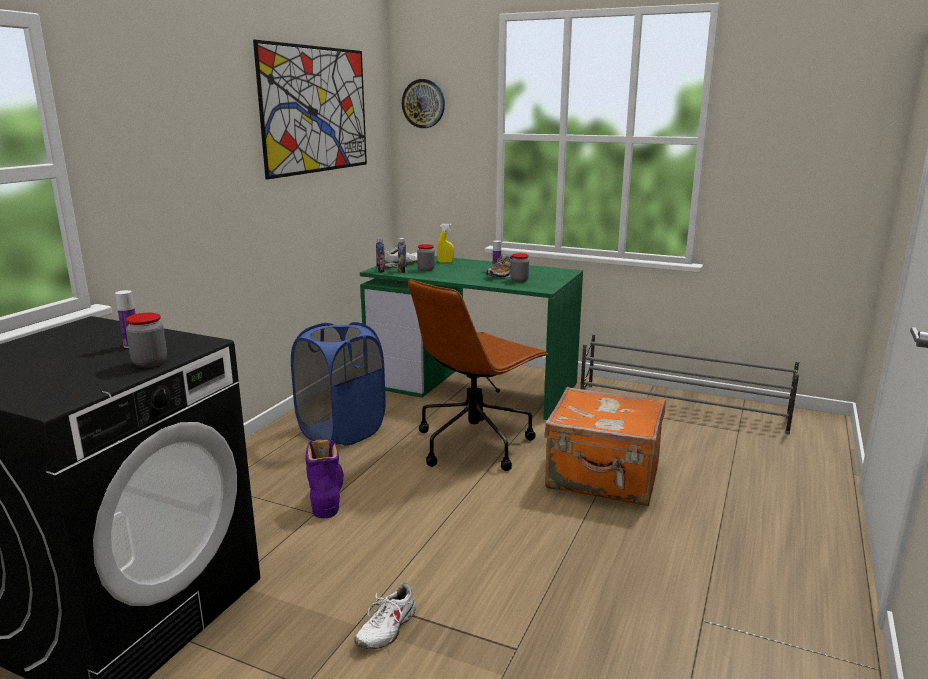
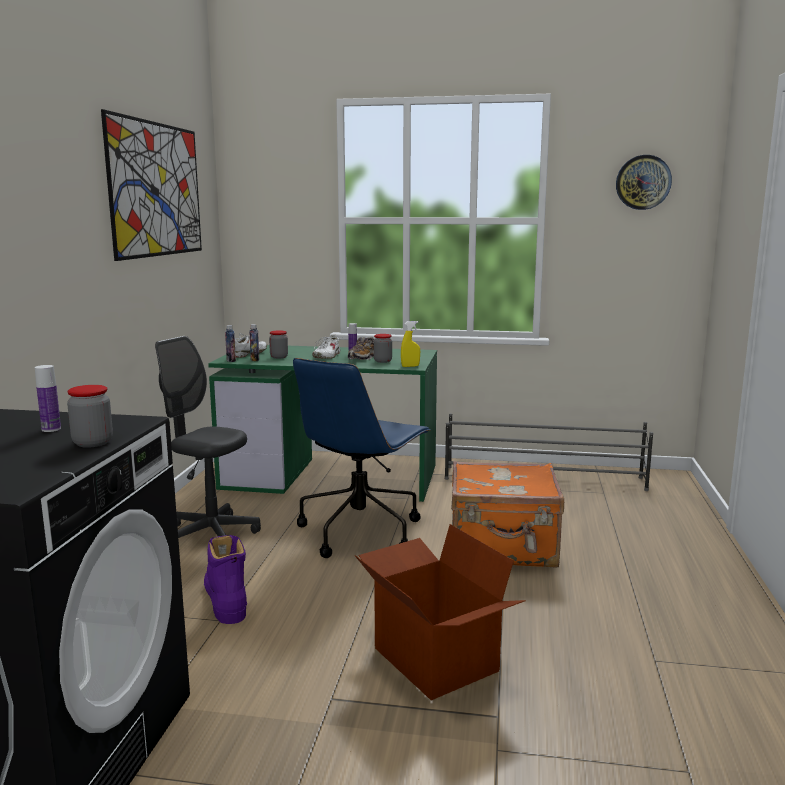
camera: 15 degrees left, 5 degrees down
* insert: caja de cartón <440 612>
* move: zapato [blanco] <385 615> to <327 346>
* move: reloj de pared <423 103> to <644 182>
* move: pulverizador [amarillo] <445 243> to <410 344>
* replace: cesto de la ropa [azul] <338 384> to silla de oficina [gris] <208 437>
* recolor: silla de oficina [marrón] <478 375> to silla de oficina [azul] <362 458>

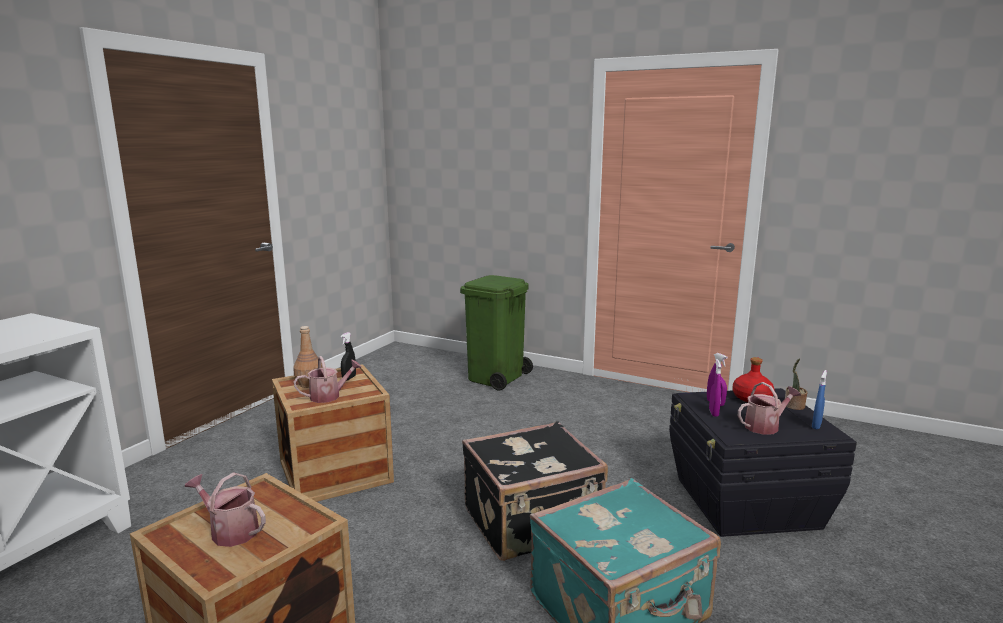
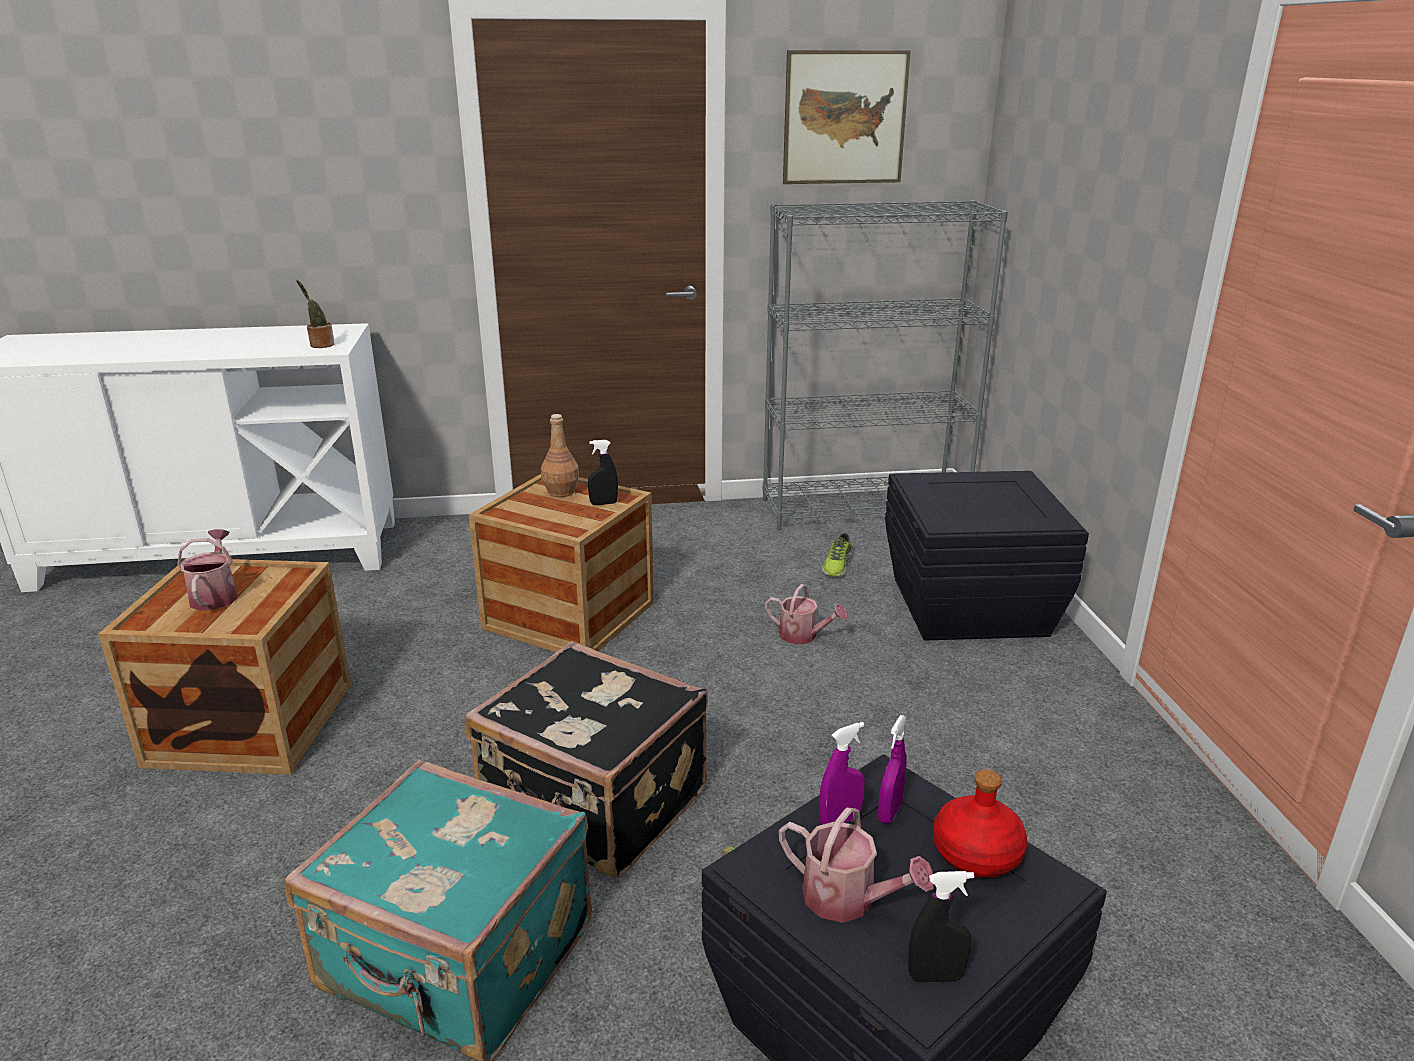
camera: 55 degrees right, 10 degrees up
* insert: estantería [gris] <885 365>
* insert: cuadro <847 117>
* insert: zapato <836 555>
* move: regadera <328 379> to <806 614>
* move: planta en maceta <796 384> to <315 314>
* replace: papelera [verde] <496 333> to caja de almacenaje [negro] <987 556>
* recolor: pulverizador [azul] <819 399> to pulverizador [negro] <941 926>

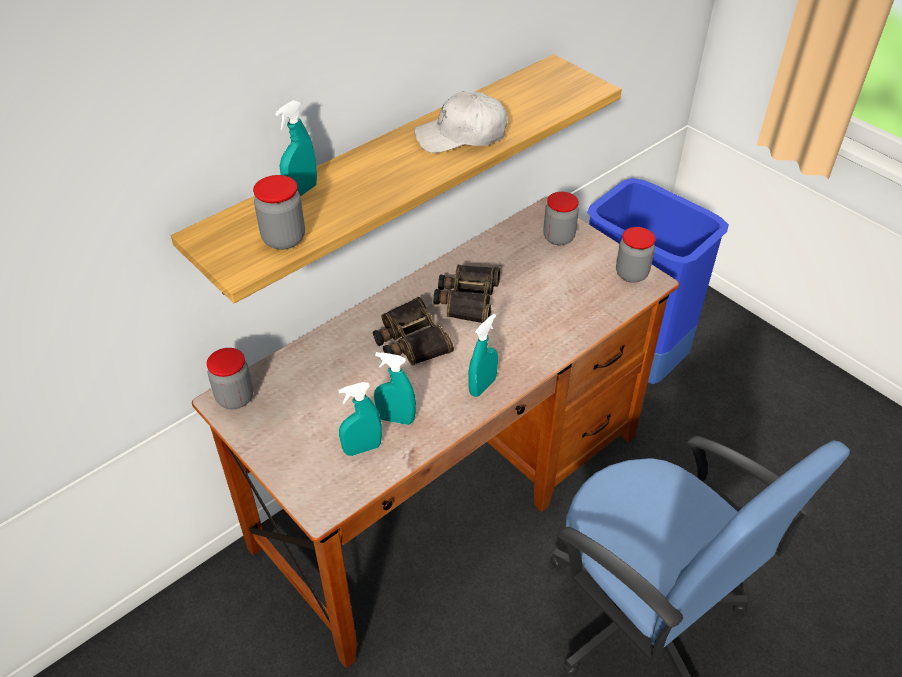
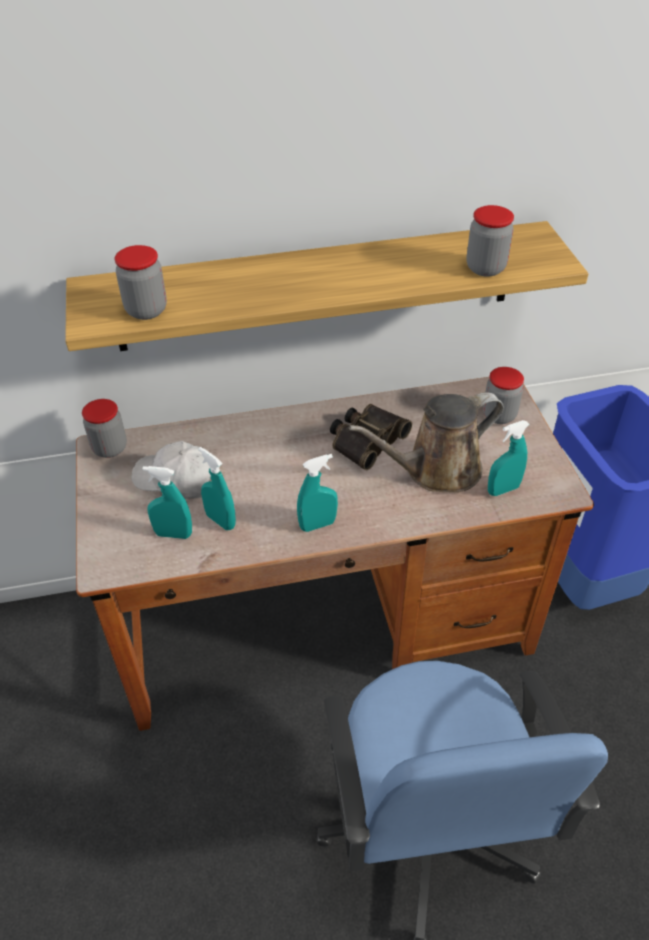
camera: 30 degrees right, 0 degrees up
* delete: prismáticos <413 331>
* insert: regadera [marrón] <426 442>
* move: pulverizador [turquesa] <296 148> to <509 458>
* move: gorra [blanco] <460 122> to <171 470>
* move: tarro <635 255> to <490 241>

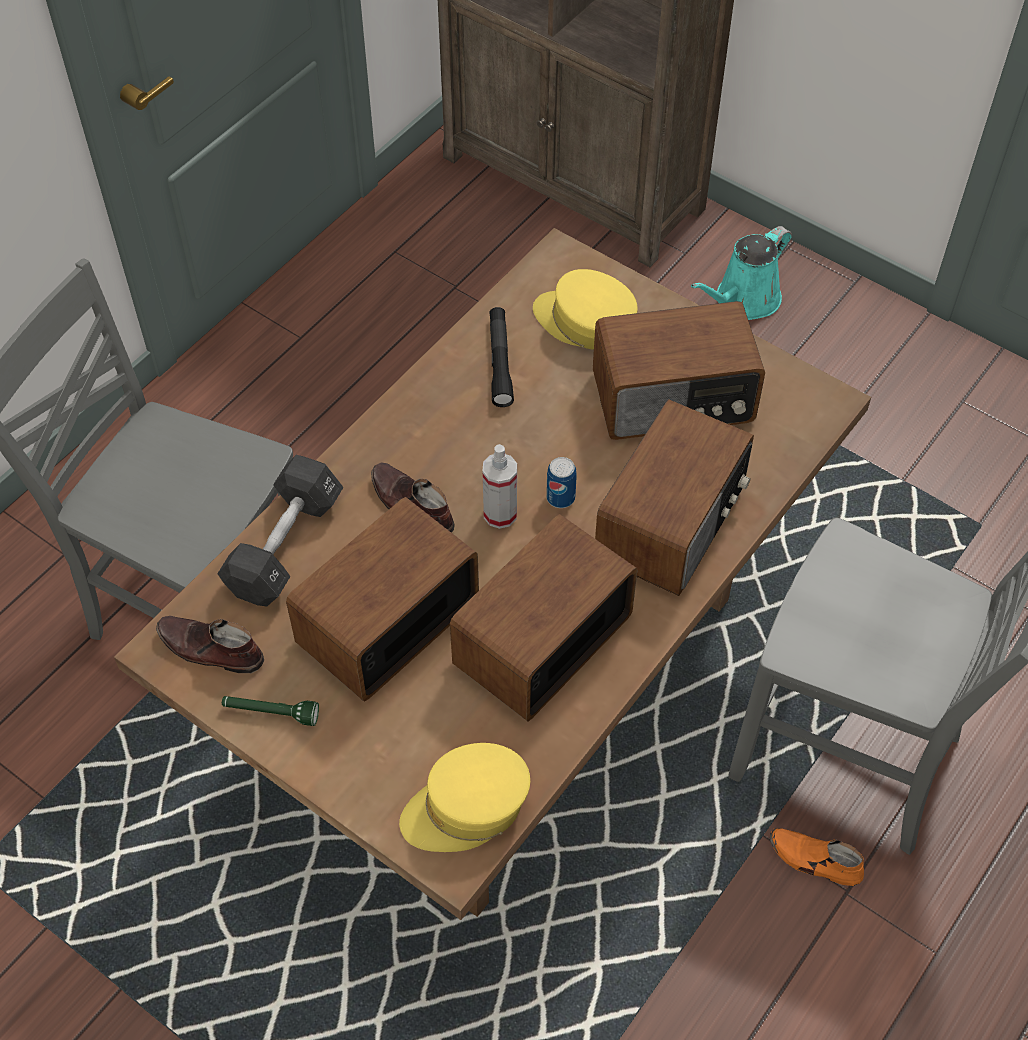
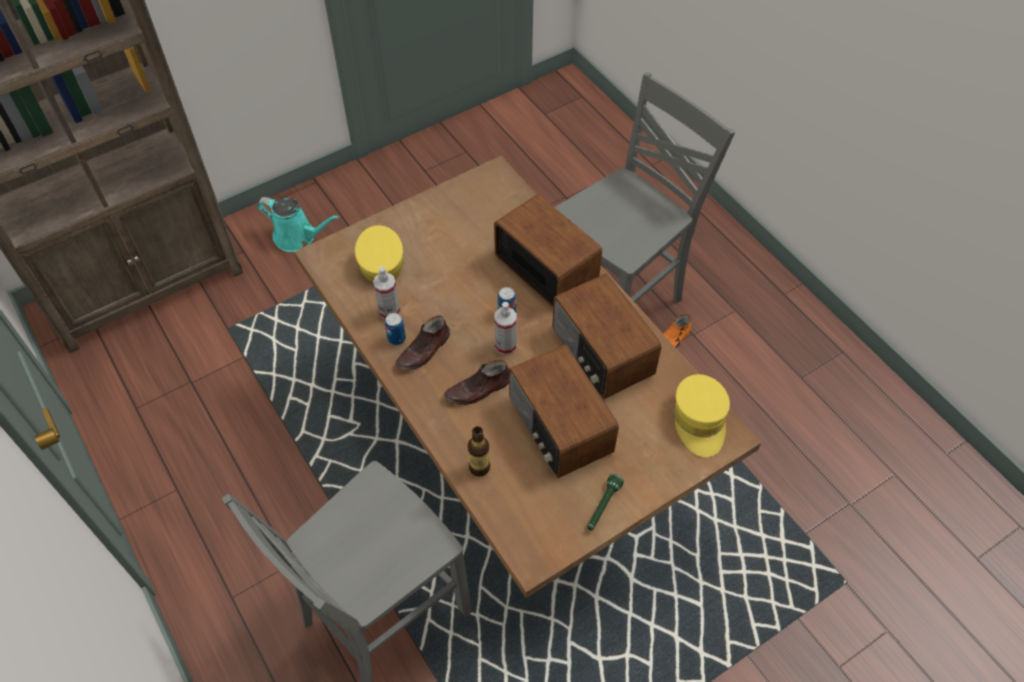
camera: 70 degrees left, 0 degrees up
* delete: radio <679 370>
* insert: lata <395 329>
* move: zapato [marrón] <210 644> to <422 342>
* replace: mancuerna [negro] <280 531> to botella <479 451>
* replace: linterna [negro] <501 357> to pulverizador <386 293>
* rotate: gorra [amarillo] <585 309> = <379 253> 120 degrees clockwise
* rotate: regadera [turquesa] <741 273> = <298 224> 45 degrees counterclockwise

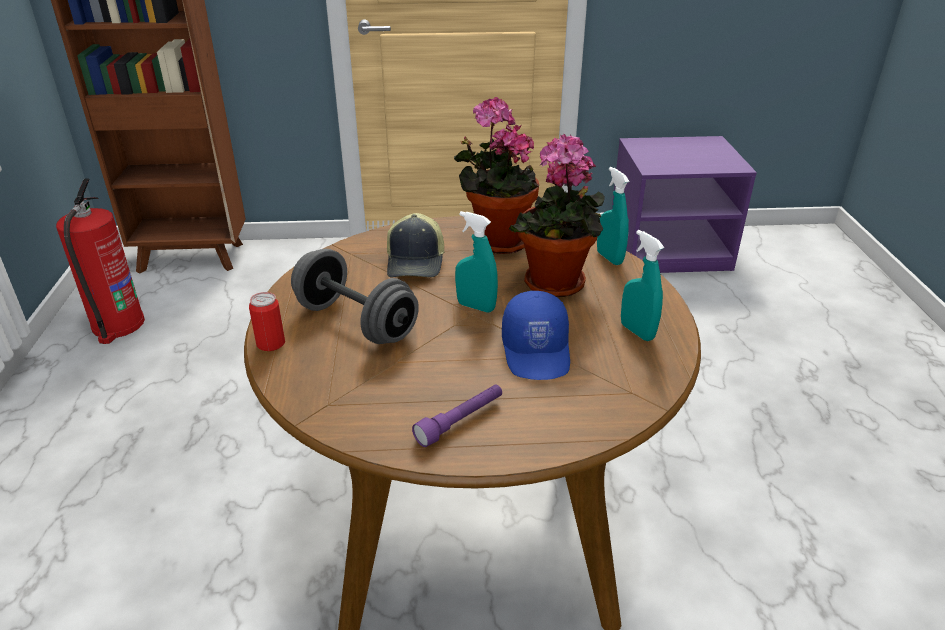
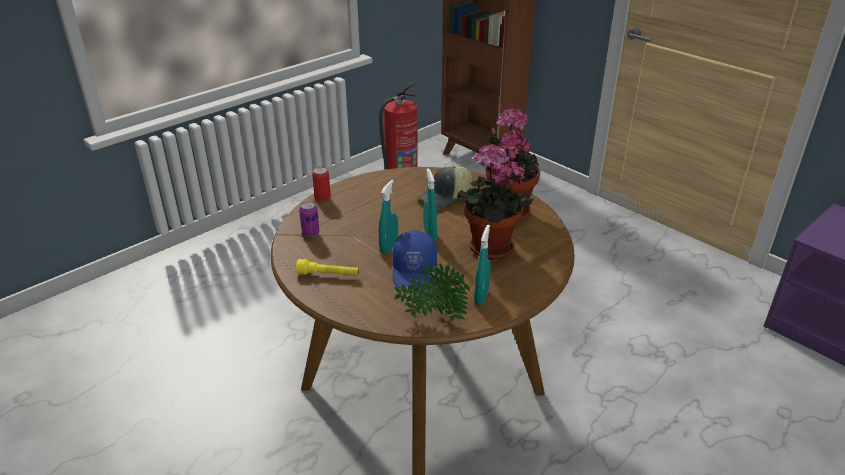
camera: 50 degrees right, 0 degrees up
* delete: mancuerna [gris] <355 296>
* insert: lata <309 219>
* insert: planta en maceta <432 292>
* move: pulverizador [turquesa] <613 216> to <388 217>
* recolor: linterna [morado] <457 415> to linterna [amarillo] <327 267>
* rotate: gorra [azul] <536 335> = <414 260> 45 degrees counterclockwise

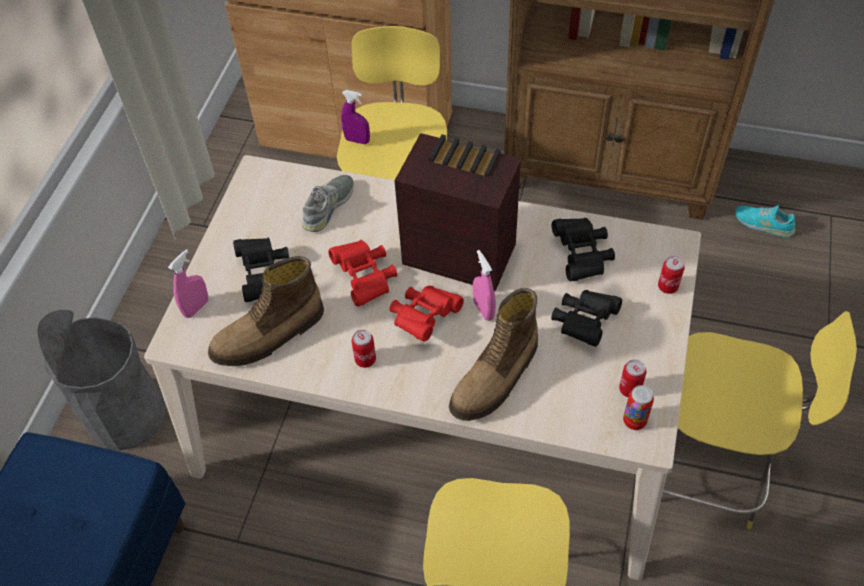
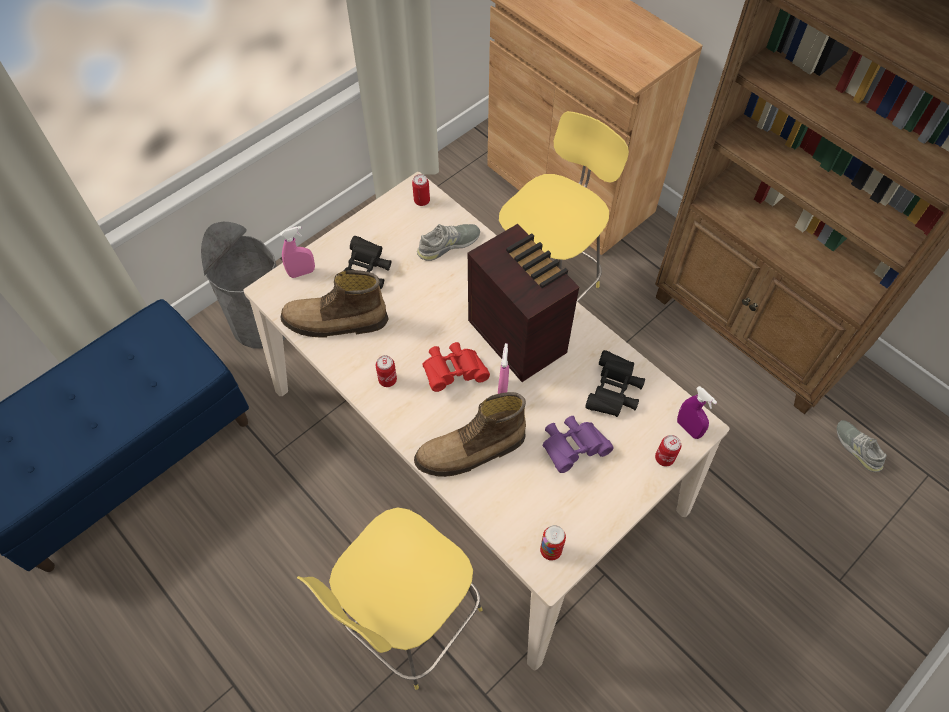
camera: 30 degrees right, 5 degrees up
* delete: prismáticos [rojo] <362 273>
* delete: taburete [amarillo] <760 420>
* move: pulverizador [morado] <355 117> to <697 412>
* move: lata <632 378> to <421 190>
* recolor: prismáticos [negro] <586 318> to prismáticos [morado] <578 444>
* recolor: zapato [turquesa] <765 221> to zapato [gris] <862 446>

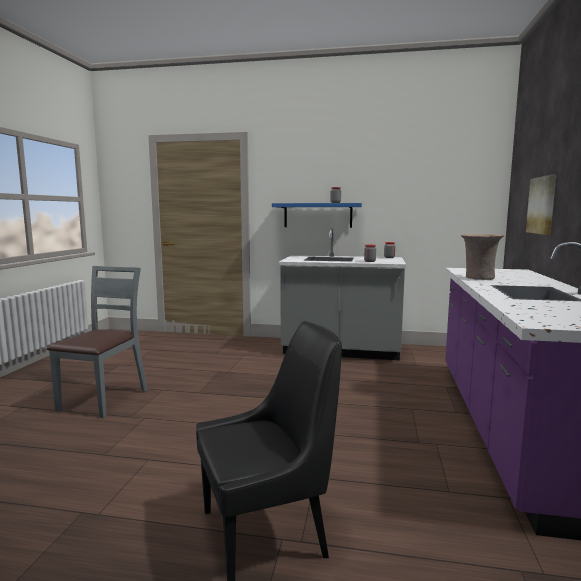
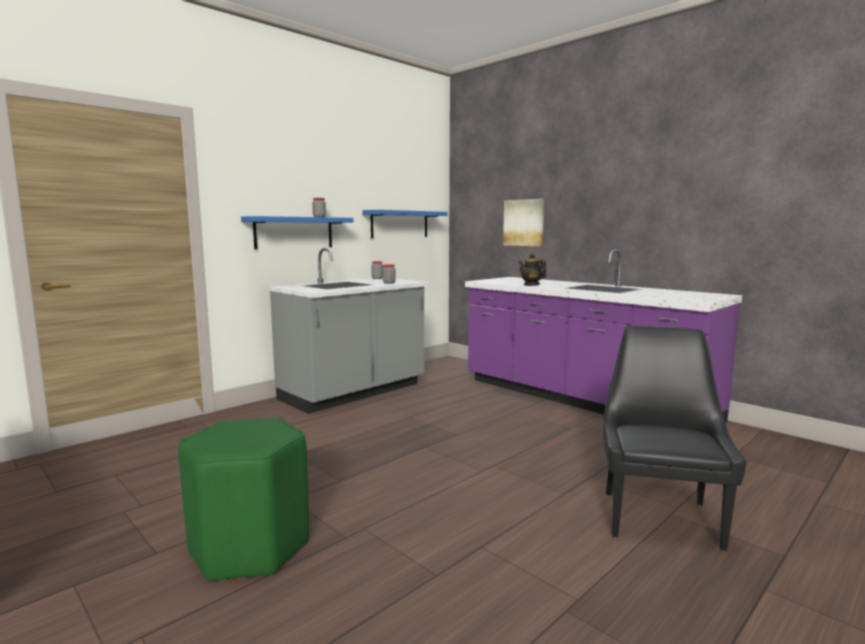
camera: 55 degrees left, 0 degrees up
* insert: estante [azul] <404 224>
* replace: silla [gris] <97 342> to taburete [verde] <243 499>
* replace: florero [beis] <482 257> to tetera <533 269>

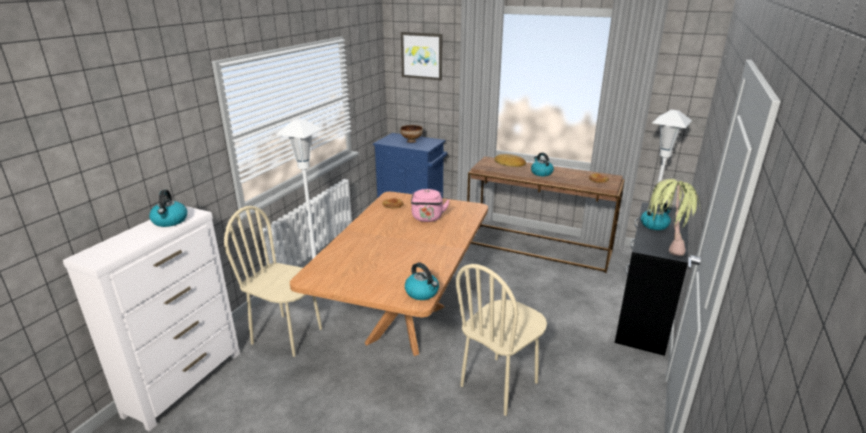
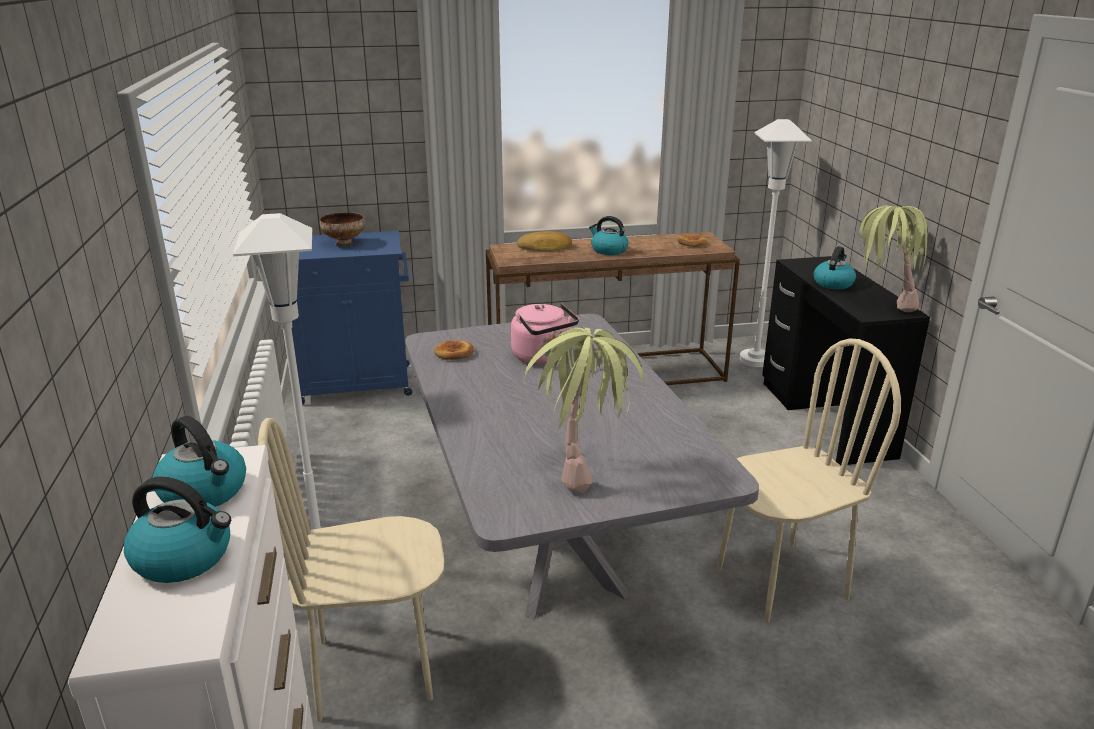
camera: 35 degrees left, 0 degrees up
* delete: cuadro <421 56>
* insert: planta en maceta <584 410>
* move: hervidor <422 281> to <177 529>
* recolor: mesa de comedor [marrón] <389 274> to mesa de comedor [gris] <582 467>
* rotate: silla [beis] <501 340> = <809 481> 120 degrees counterclockwise

